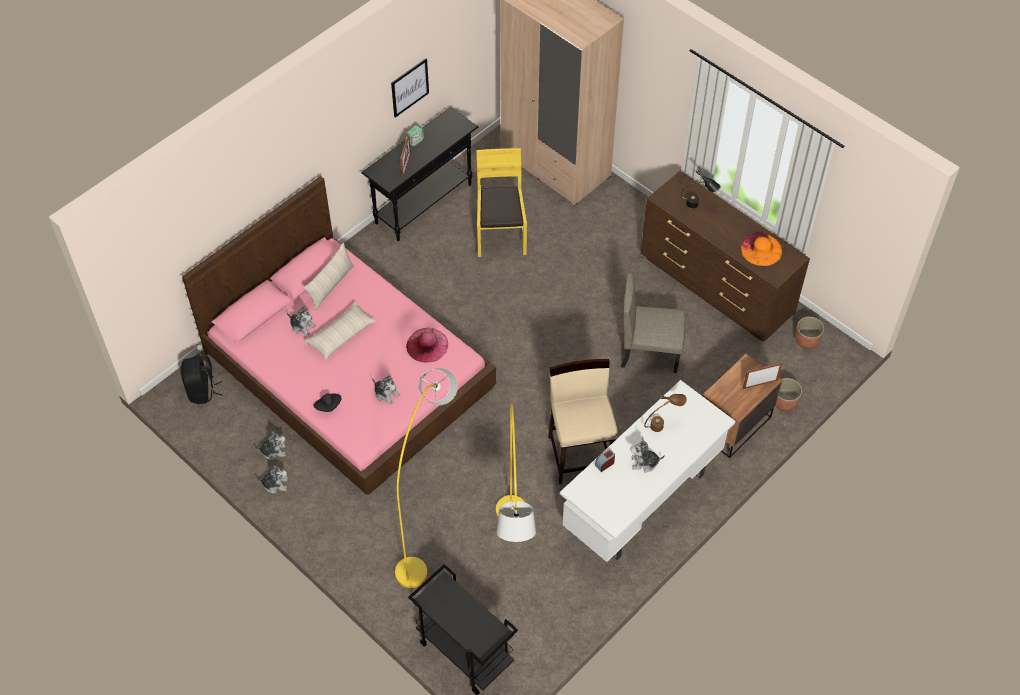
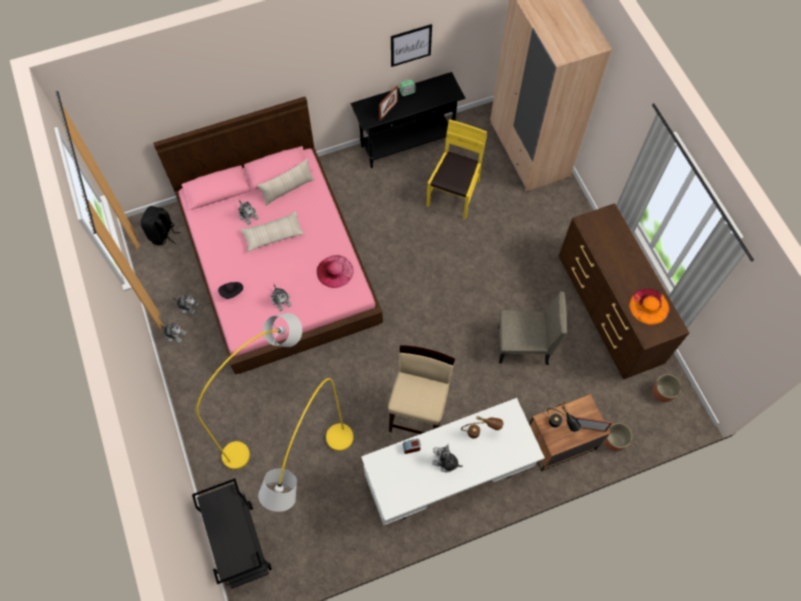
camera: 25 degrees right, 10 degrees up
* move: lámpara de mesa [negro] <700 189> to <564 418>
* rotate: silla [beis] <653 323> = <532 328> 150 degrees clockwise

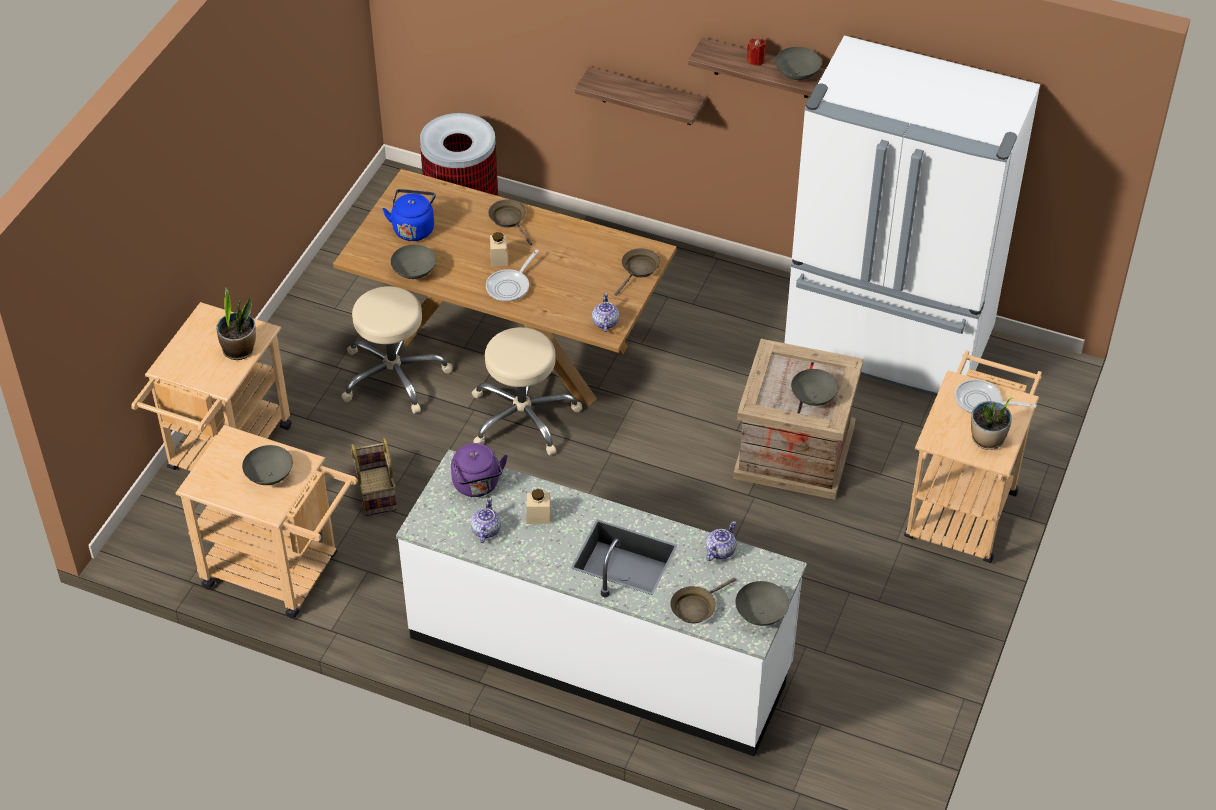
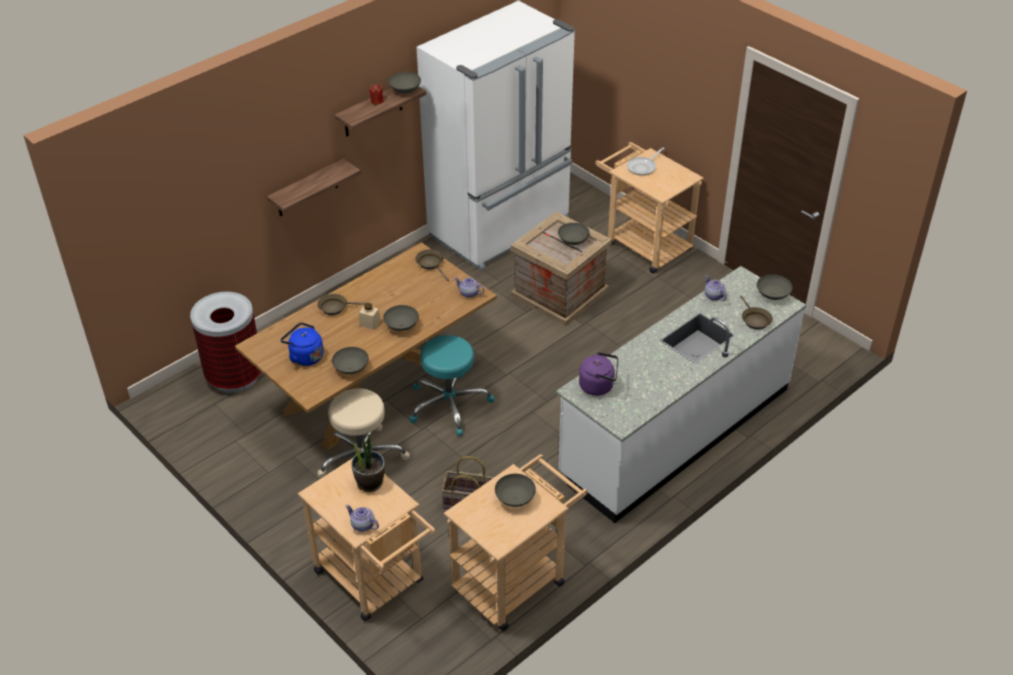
camera: 65 degrees left, 5 degrees down
* delete: tarro [beis] <538 506>
* delete: planta en maceta <992 424>
* move: tetera <486 520> to <362 518>
* replace: sartén <512 275> to cuenco [gris] <401 318>
* recolor: taburete [beis] <527 391> to taburete [turquesa] <452 385>

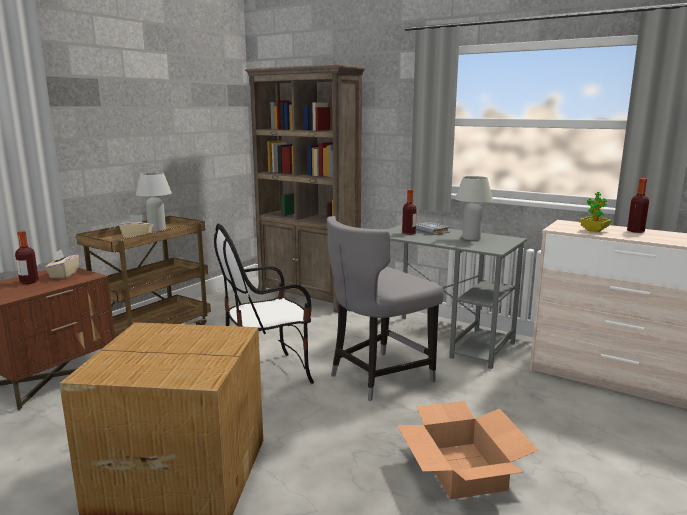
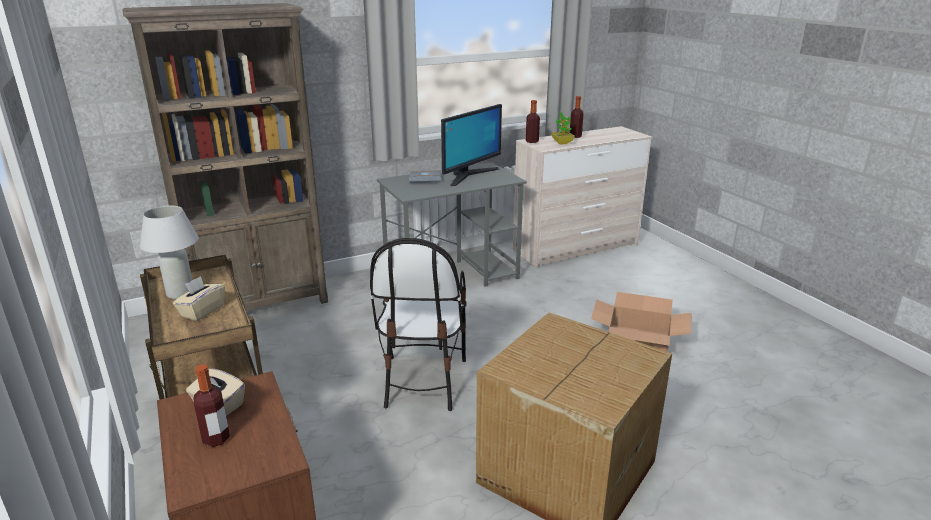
camera: 60 degrees left, 10 degrees up
* delete: silla [gris] <385 308>
* move: botella <409 212> to <533 121>
* replace: lámpara de mesa [blanco] <474 208> to monitor <471 145>

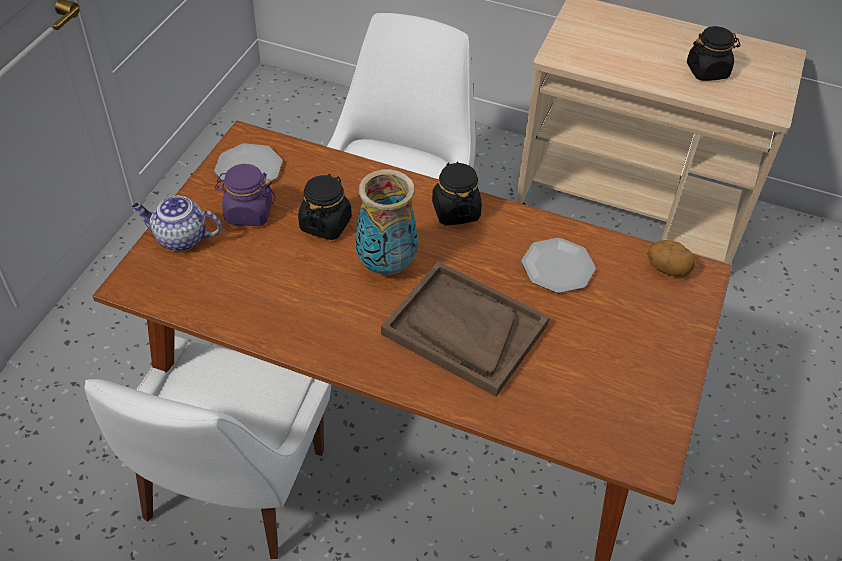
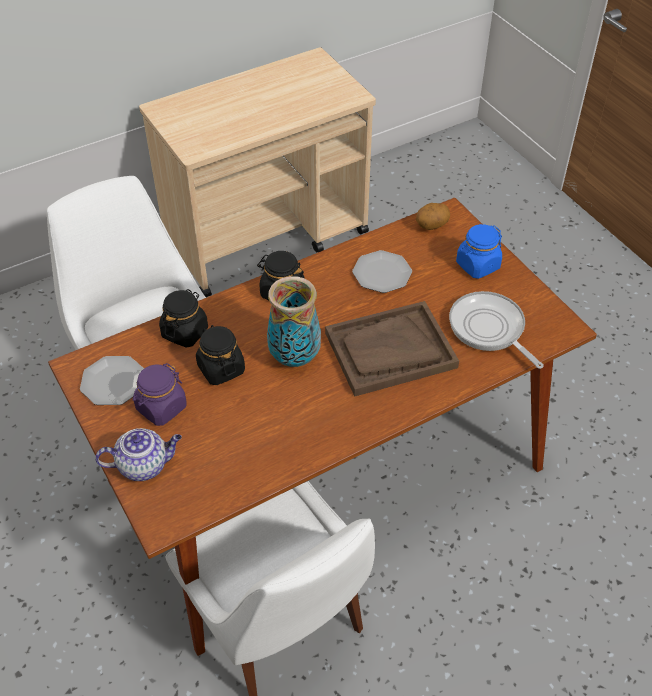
camera: 50 degrees left, 0 degrees up
* insert: sartén <496 330>
* insert: tarro [azul] <479 251>
* move: tarro [negro] <713 53> to <183 318>
* rotate: tetera <176 223> = <138 454> 150 degrees counterclockwise

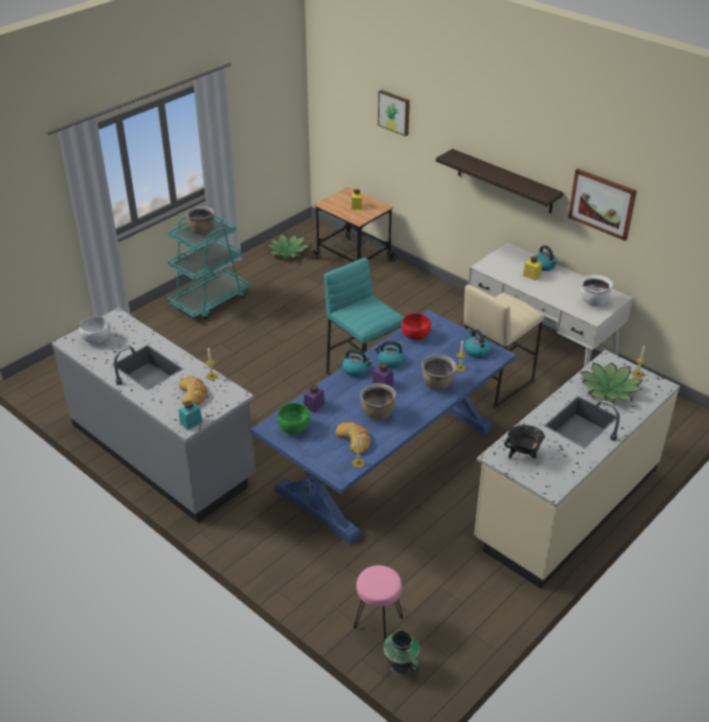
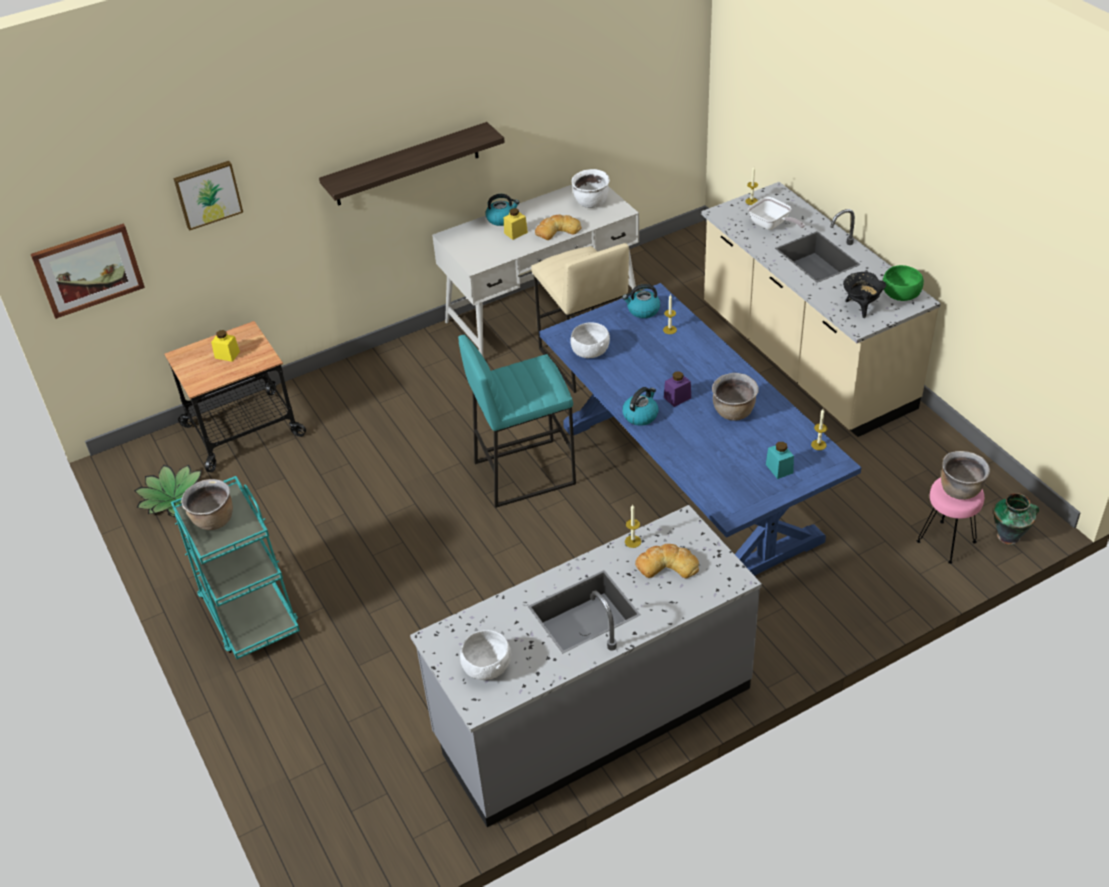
camera: 70 degrees left, 5 degrees up
* delete: tarro [morado] <314 398>
* delete: hervidor <389 354>
* move: tarro [turquesa] <191 415> to <780 460>
* move: cuenco [verde] <294 418> to <903 283>
* move: pan <353 437> to <558 227>
* move: olla [marrón] <439 372> to <965 475>
* move: cuadro <602 204> to <88 271>
* replace: planta en maceta <611 383> to sartén <776 213>
* recolor: cuenco [rojo] <416 326> to cuenco [blanco] <590 340>

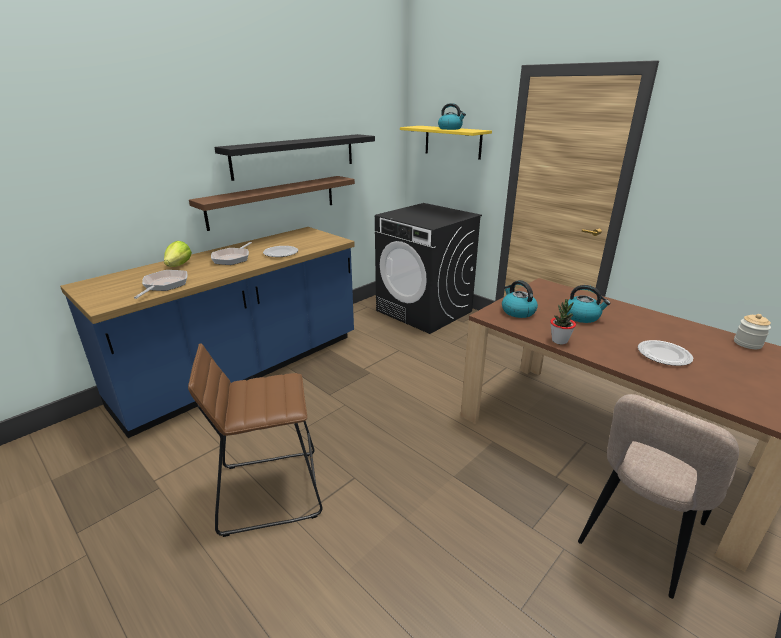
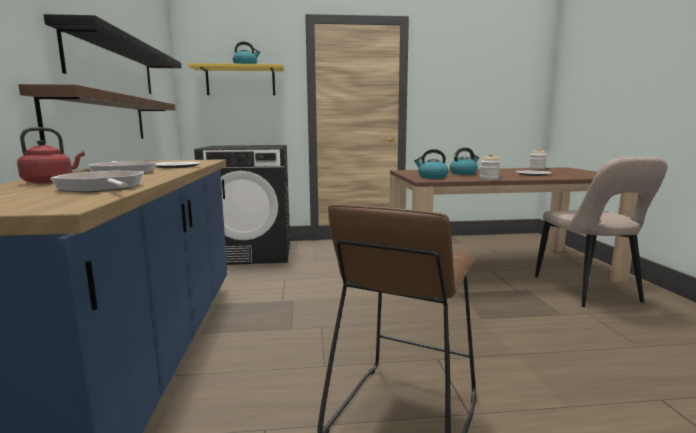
camera: 50 degrees left, 15 degrees down
* replace: lechuga <178 254> to hervidor [rojo] <51 155>
* replace: planta en maceta <563 322> to tarro <490 166>

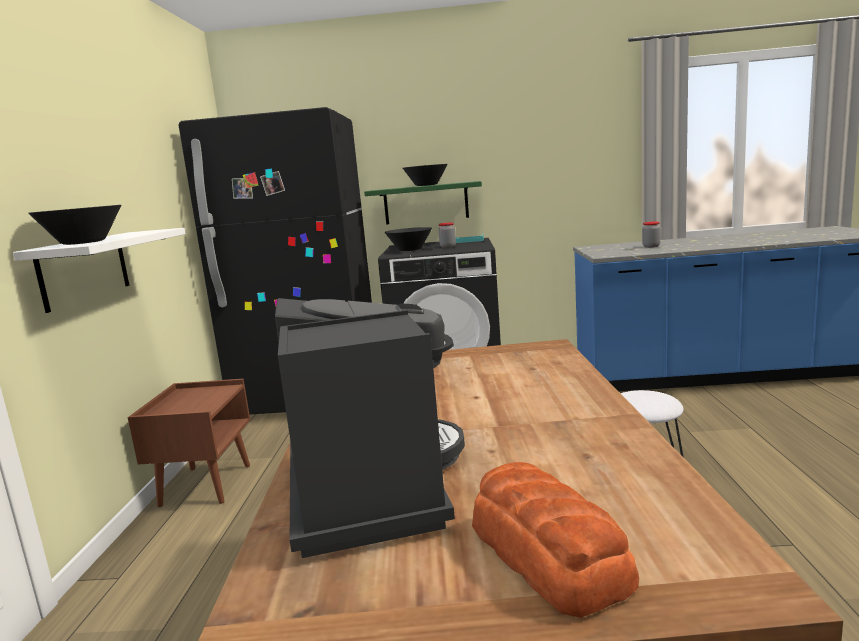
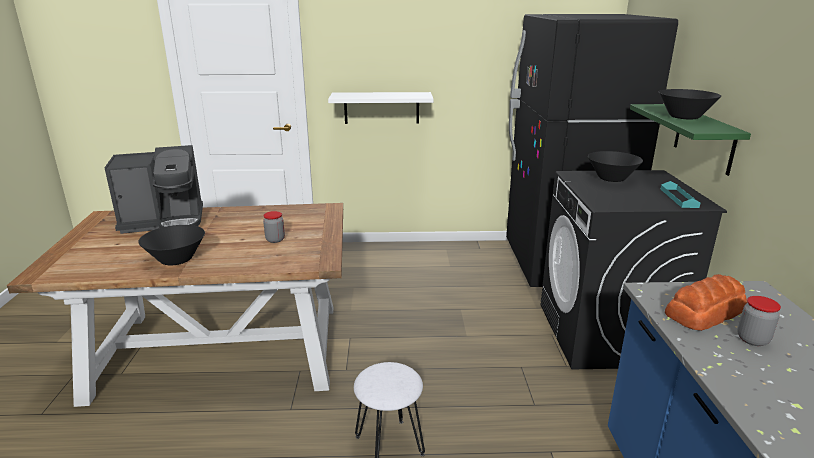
camera: 85 degrees right, 10 degrees up
* delete: mesita de noche [marrón] <189 443>
* move: cuenco [negro] <74 225> to <171 245>
* move: tarro <447 235> to <274 227>
* move: pan <555 540> to <706 302>

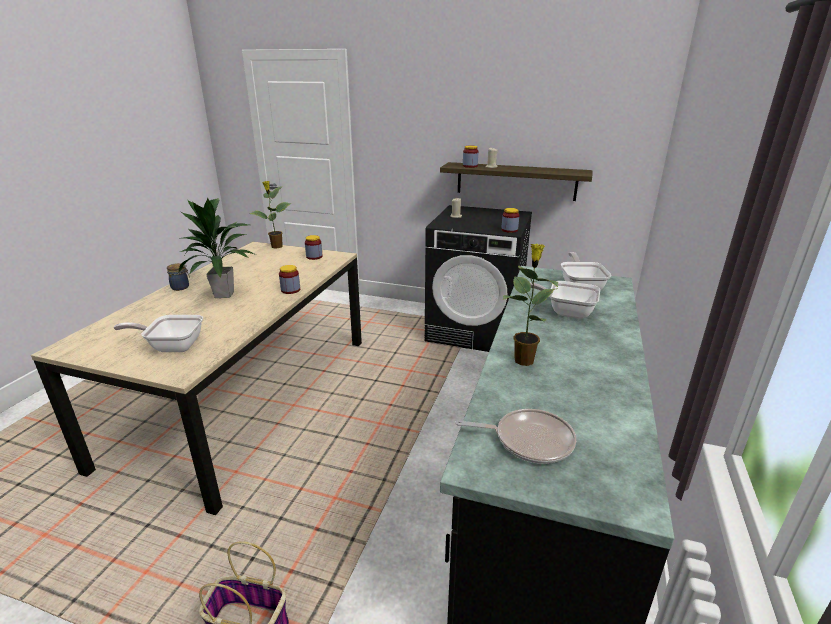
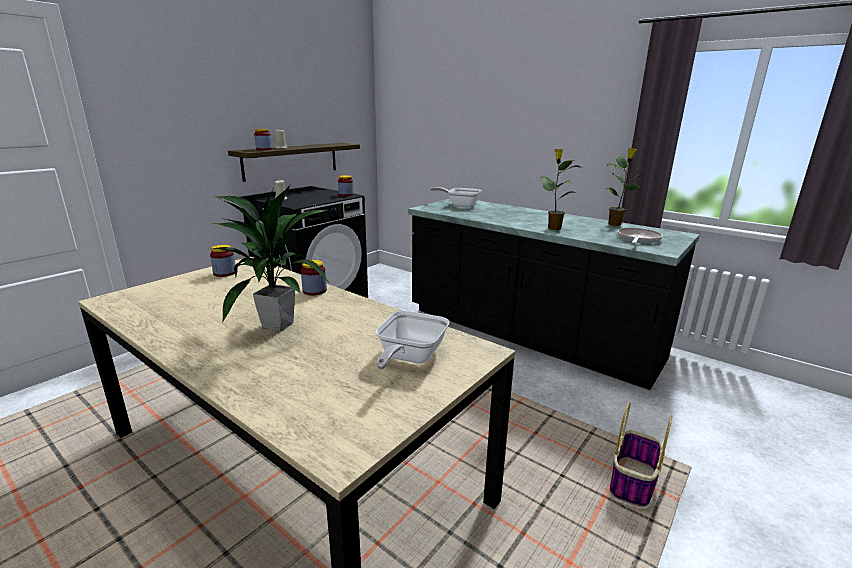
camera: 70 degrees left, 5 degrees down
* delete: tarro <178 277>
* delete: sartén <565 300>
* move: planta en maceta <271 214> to <622 187>

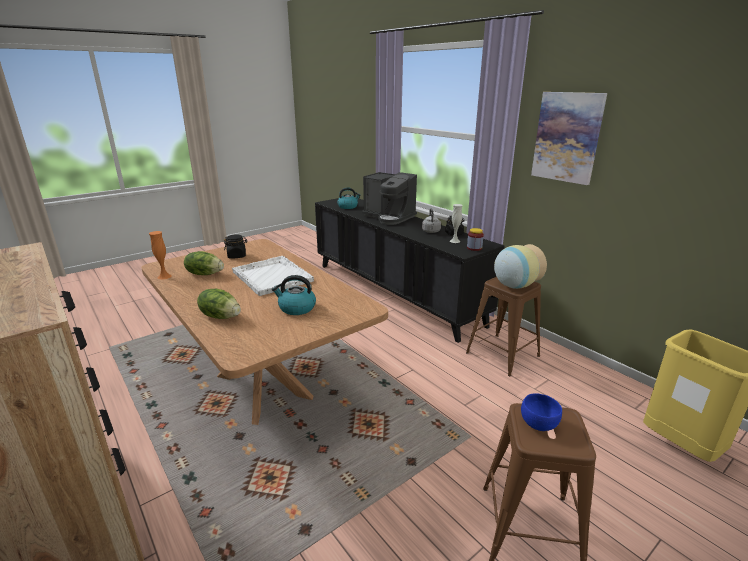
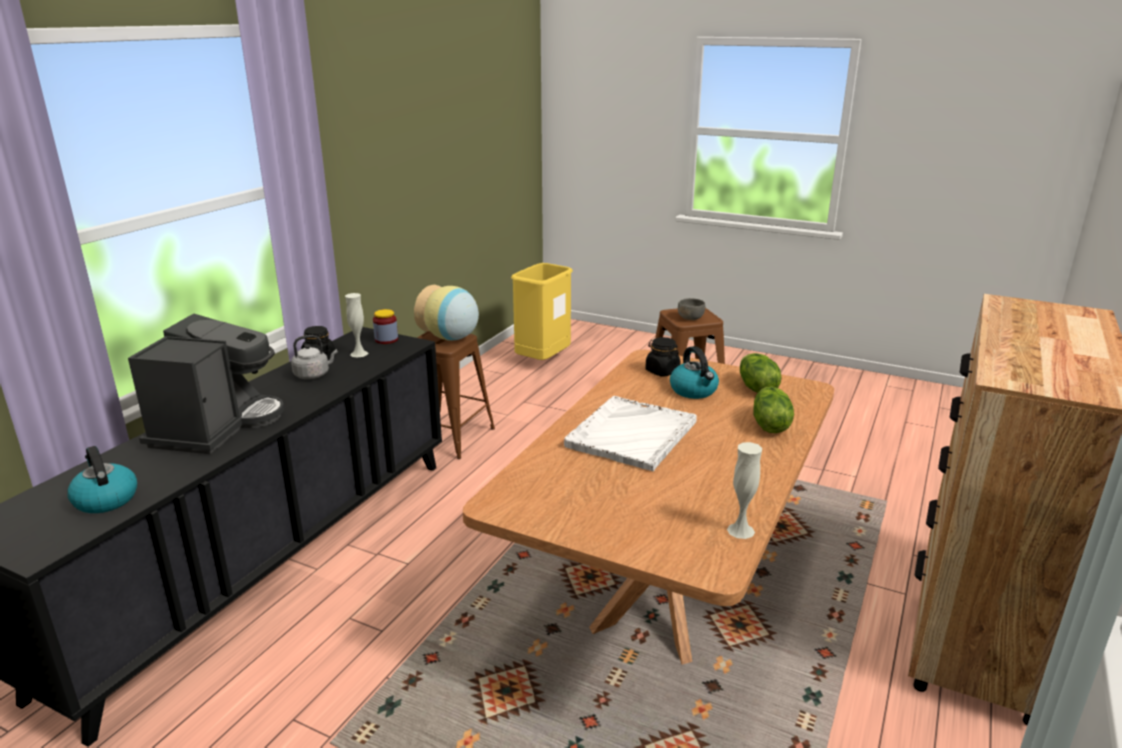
camera: 115 degrees left, 0 degrees up
* delete: cuadro <569 138>
* move: lechuga <204 263> to <761 373>
* move: tarro [negro] <235 246> to <662 357>
* recolor: florero [naranja] <160 255> to florero [blanco] <744 490>
* recolor: cuenco [azul] <541 412> to cuenco [gris] <691 309>

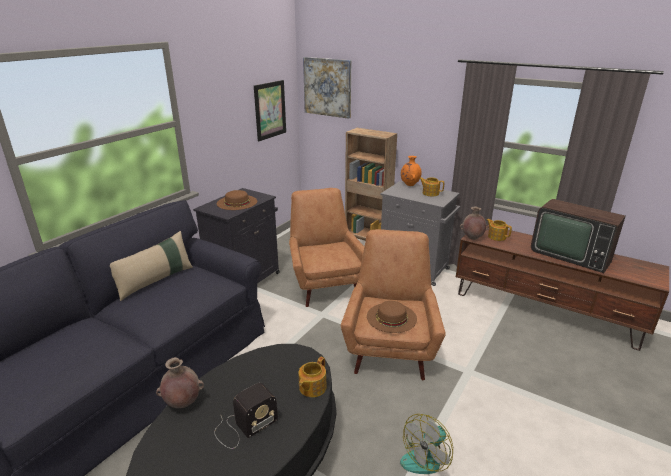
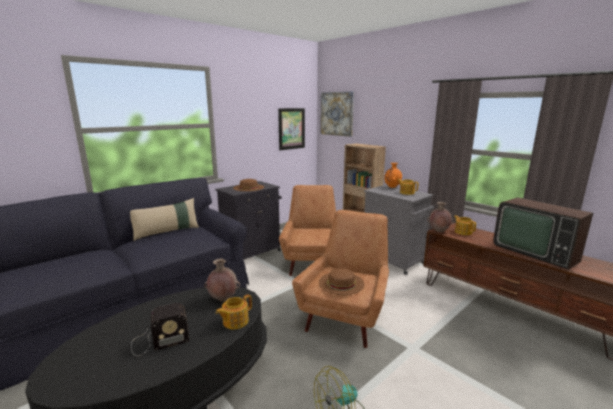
camera: 15 degrees right, 10 degrees down
* move: florero [marrón] <180 382> to <222 280>

